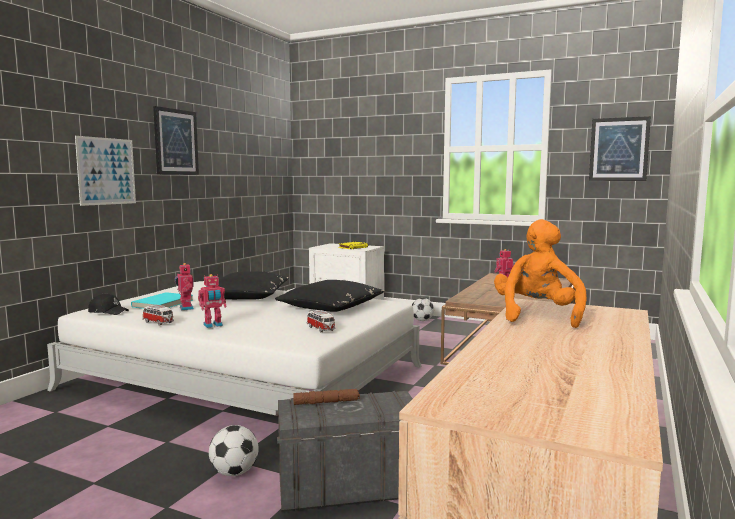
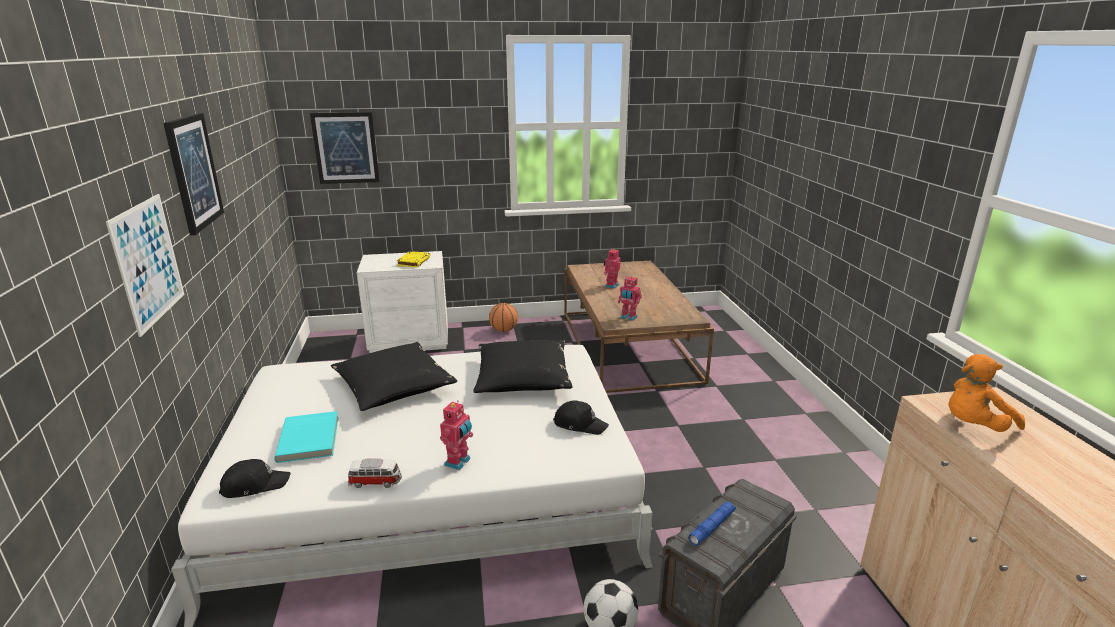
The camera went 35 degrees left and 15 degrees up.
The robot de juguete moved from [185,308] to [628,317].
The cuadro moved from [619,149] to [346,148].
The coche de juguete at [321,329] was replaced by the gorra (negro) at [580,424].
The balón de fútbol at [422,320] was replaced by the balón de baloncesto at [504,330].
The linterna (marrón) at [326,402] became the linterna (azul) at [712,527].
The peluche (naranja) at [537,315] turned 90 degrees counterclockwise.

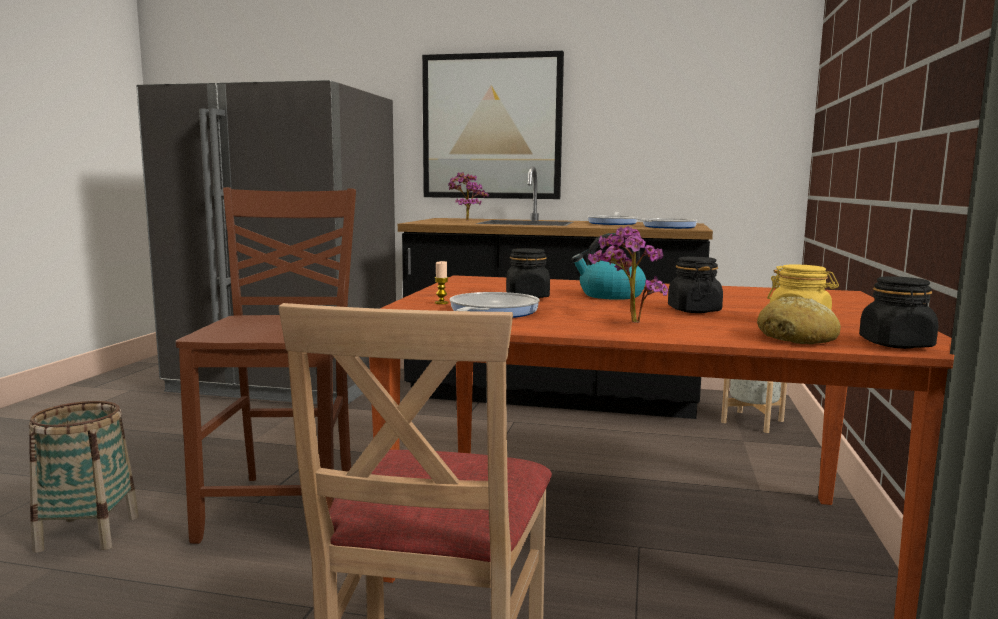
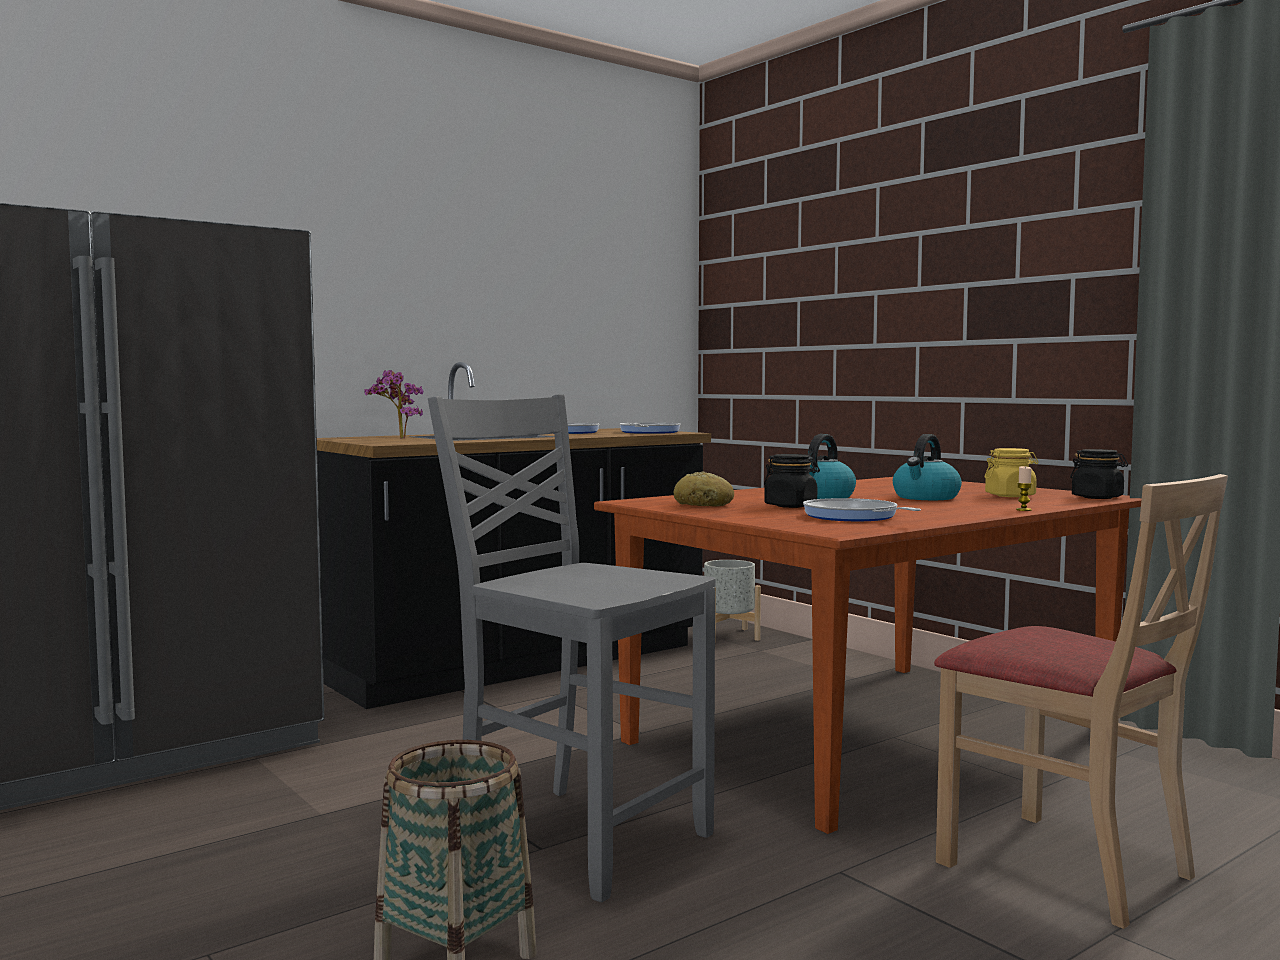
The camera went 50 degrees left and 5 degrees down.
The cuadro at [492,127] disappeared.
The planta en maceta at [627,322] disappeared.
The vela moved from [441,303] to [1023,510].
The pan moved from [797,339] to [704,505].
The tarro (negro) at [693,310] was replaced by the hervidor at [926,497].
The silla (marrón) at [285,505] became the silla (gris) at [578,836].

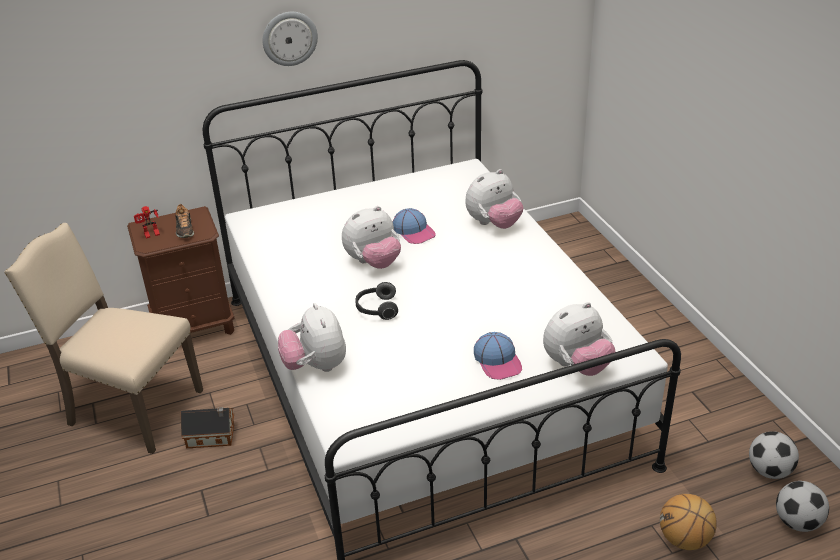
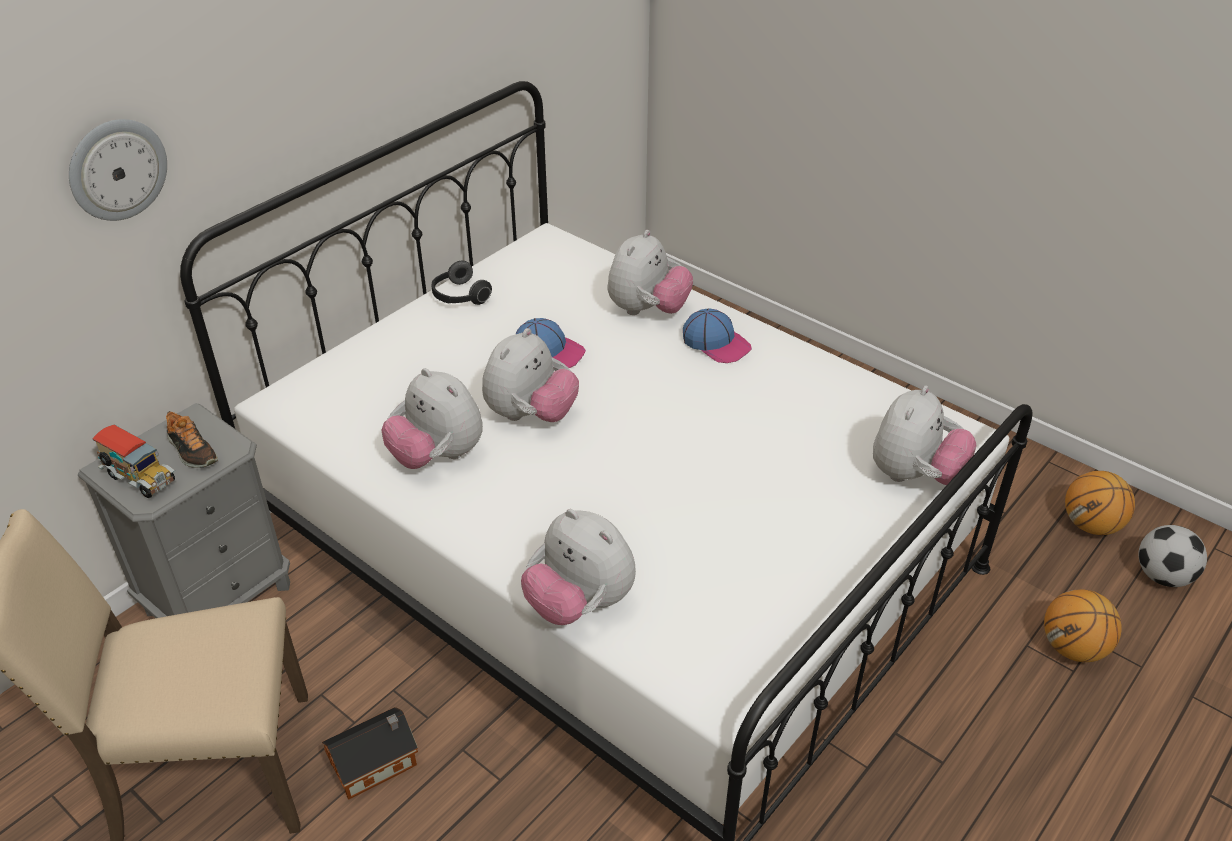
The camera went 30 degrees left and 5 degrees up.
The peluche at [437,456] appeared.
The reloj de pared moved from [289,38] to [117,169].
The auriculares moved from [377,309] to [459,297].
The gorra moved from [498,361] to [716,343].
The robot de juguete at [151,235] was replaced by the camión de juguete at [140,479].
The balón de fútbol at [769,471] was replaced by the balón de baloncesto at [1091,525].
The mesita de noche (marrón) at [194,326] became the mesita de noche (gris) at [219,597].

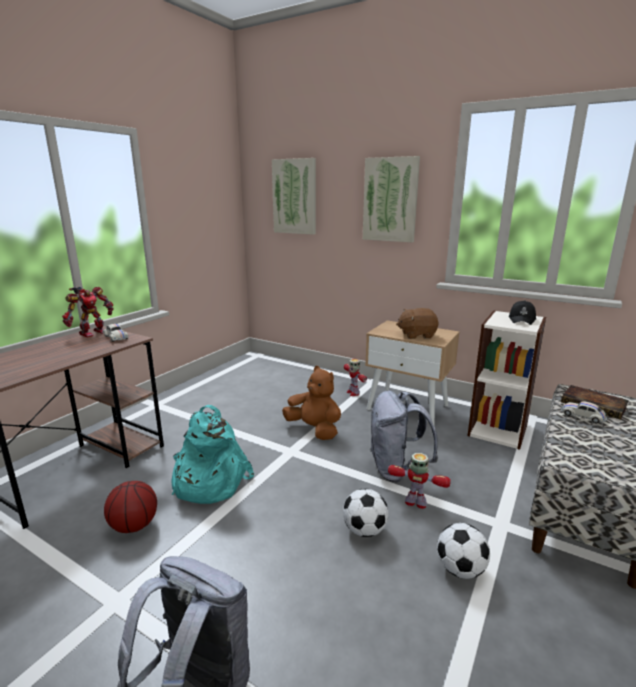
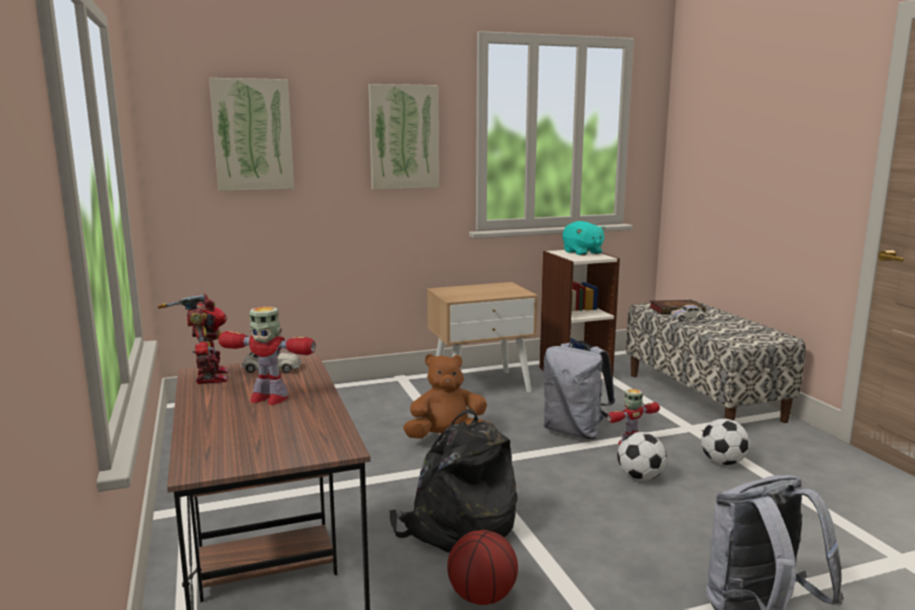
The camera went 50 degrees left and 5 degrees down.
The peluche (marrón) at [416,335] disappeared.
The robot de juguete moved from [353,393] to [268,398].
The gorra (negro) at [522,319] was replaced by the peluche (turquesa) at [582,252].
The mochila (turquesa) at [208,481] became the mochila (negro) at [456,526].

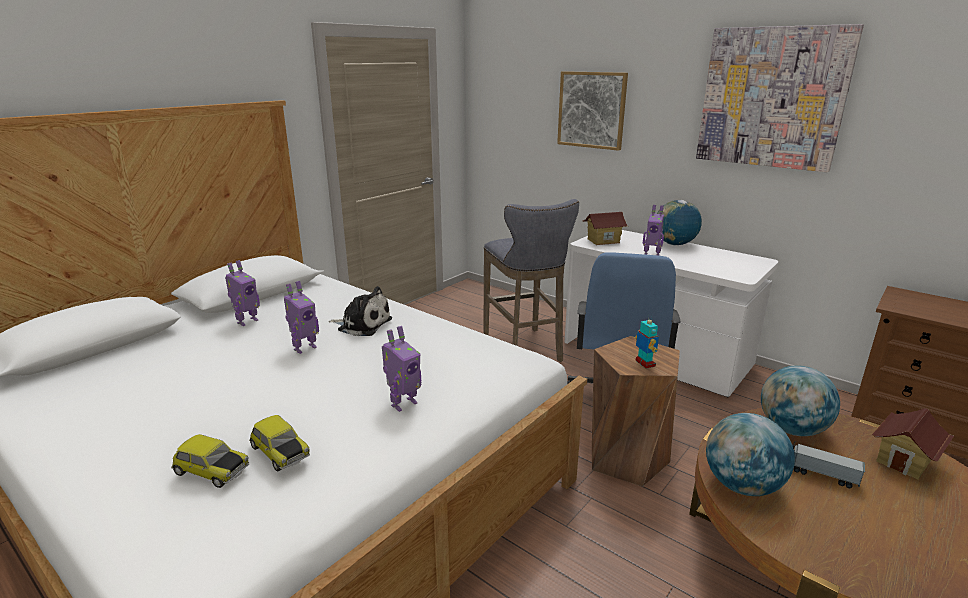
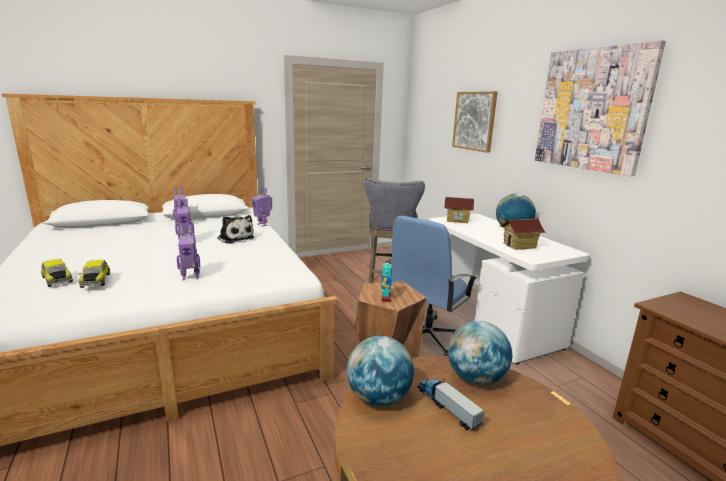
The camera went 25 degrees right and 5 degrees down.
The robot de juguete moved from [651,254] to [263,224].
The casita moved from [904,461] to [519,246].

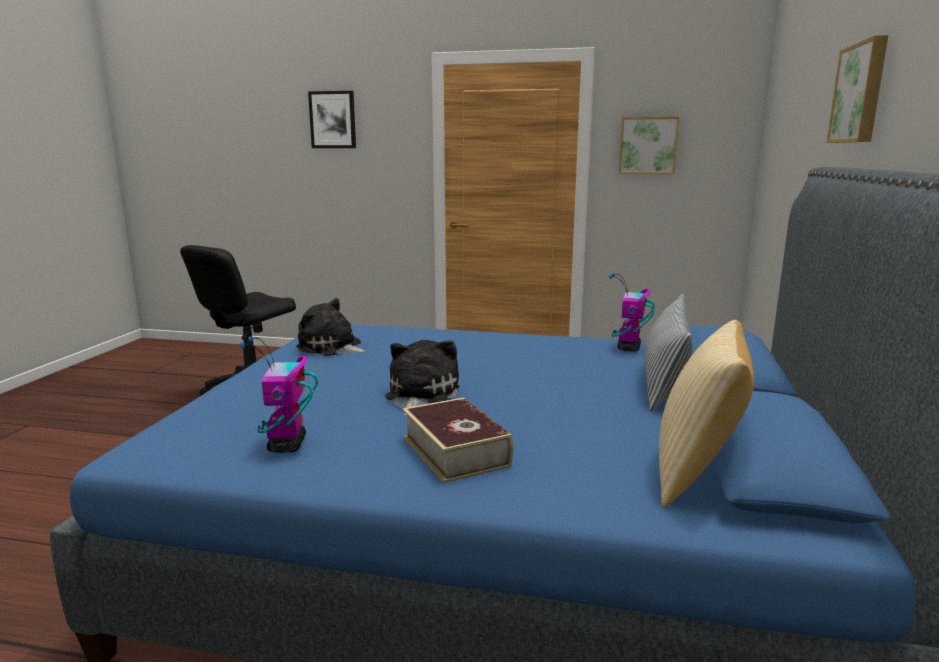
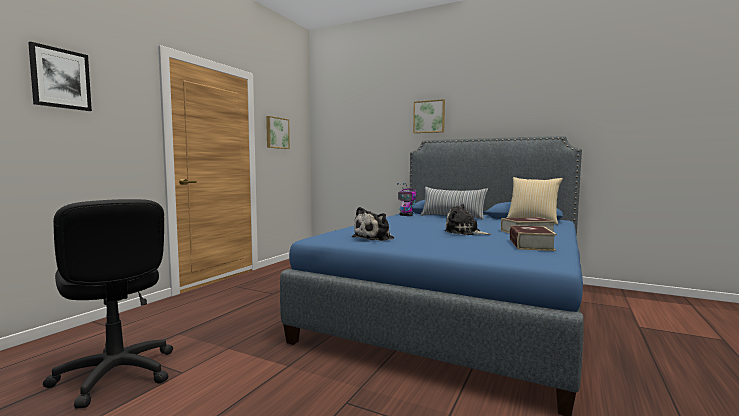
The camera went 75 degrees left and 10 degrees down.
The robot de juguete at [287,445] was replaced by the libro at [531,245].

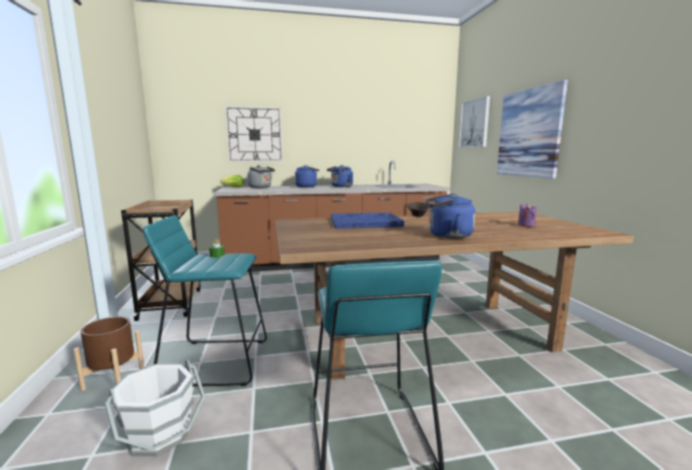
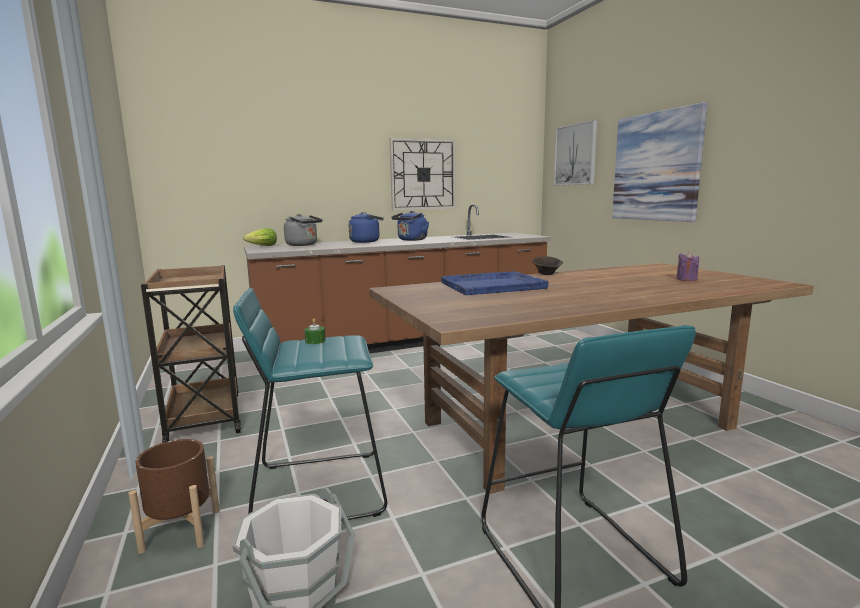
The camera went 10 degrees left and 0 degrees up.
The hervidor (azul) at [447,236] disappeared.
The reloj de pared moved from [254,134] to [423,174].

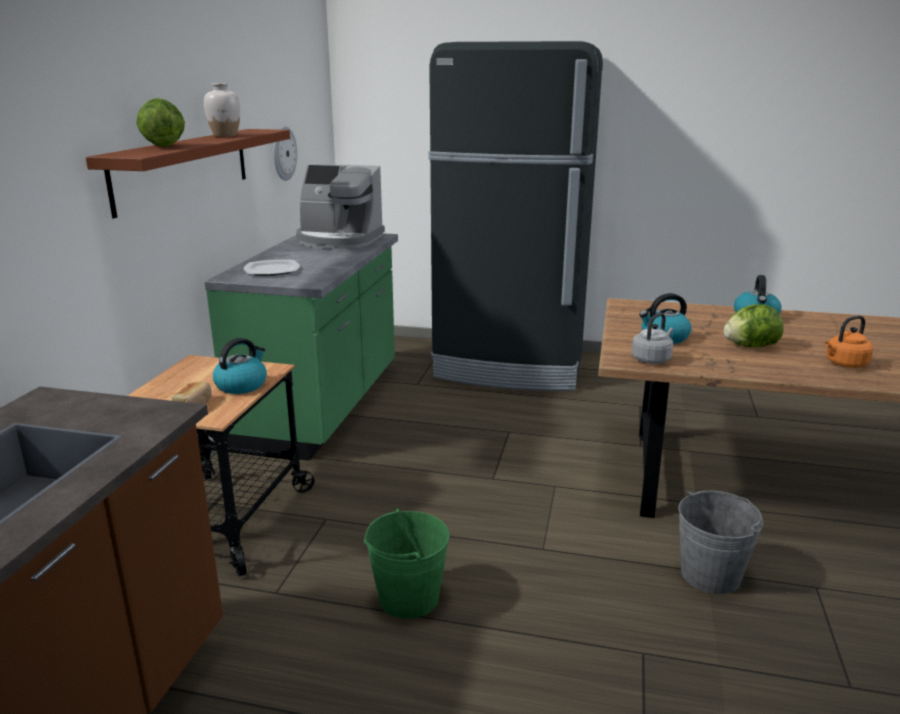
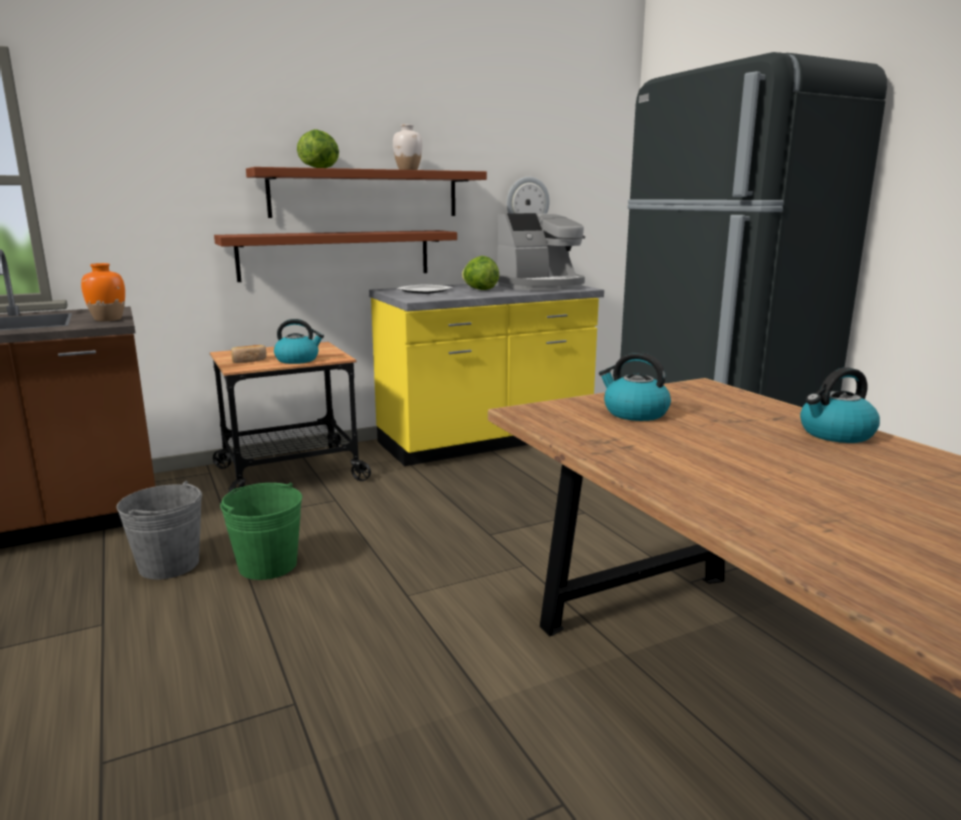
The camera went 50 degrees right and 5 degrees down.
The hervidor (gris) at [652,359] disappeared.
The hervidor (naranja) at [844,364] disappeared.
The florero (naranja) at [108,319] appeared.
The estante (marrón) at [336,255] appeared.
The cubo (gris) moved from [710,575] to [169,565].
The lechuga moved from [750,346] to [480,289].
The mueble bajo de cocina (verde) at [323,408] became the mueble bajo de cocina (amarillo) at [486,441].
The cafetera at [339,240] turned 90 degrees counterclockwise.

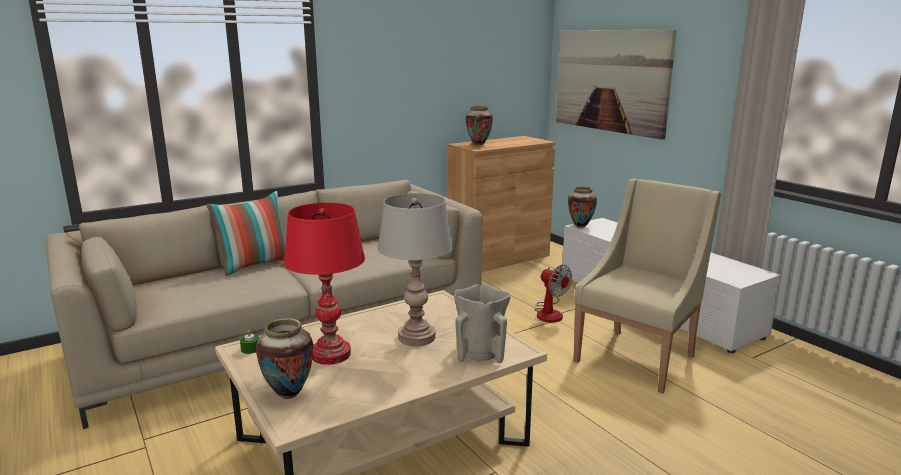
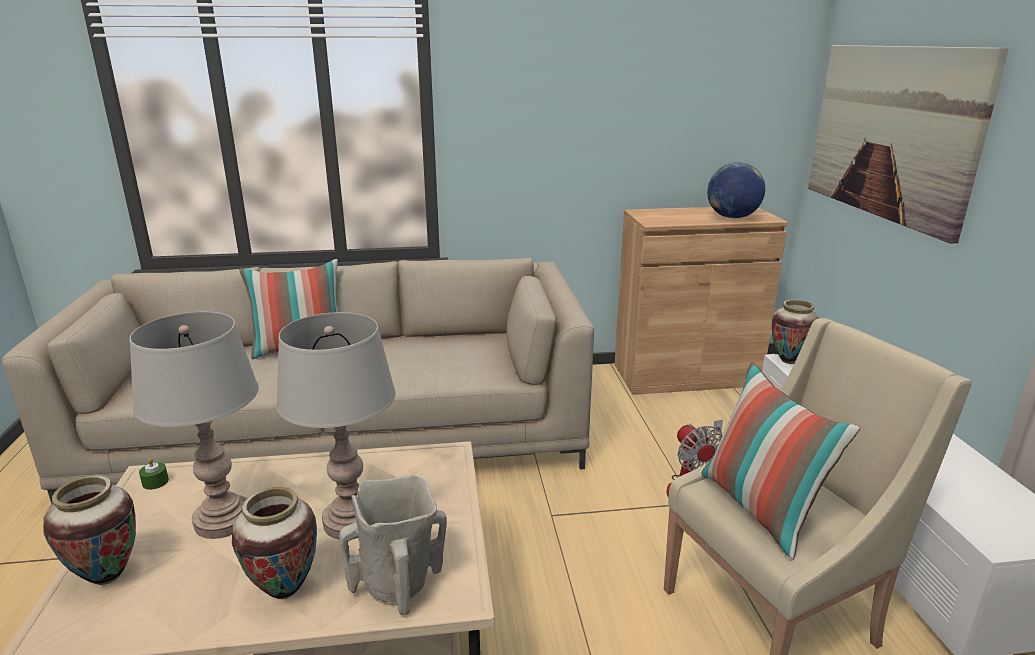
The camera went 25 degrees right and 5 degrees up.
The cojín at [761,509] appeared.
The globo terráqueo at [732,217] appeared.
The florero moved from [479,144] to [285,590].
The lámpara de mesa (rojo) at [331,355] became the lámpara de mesa (gris) at [223,520].

